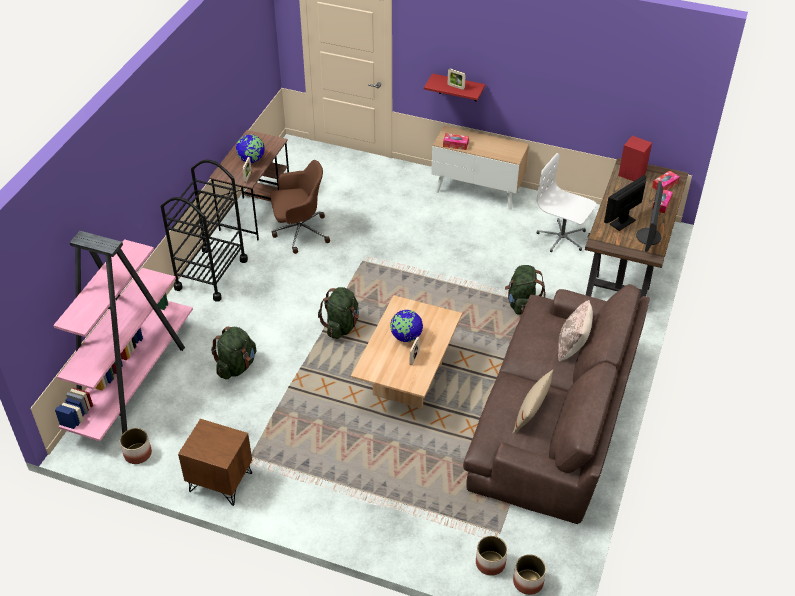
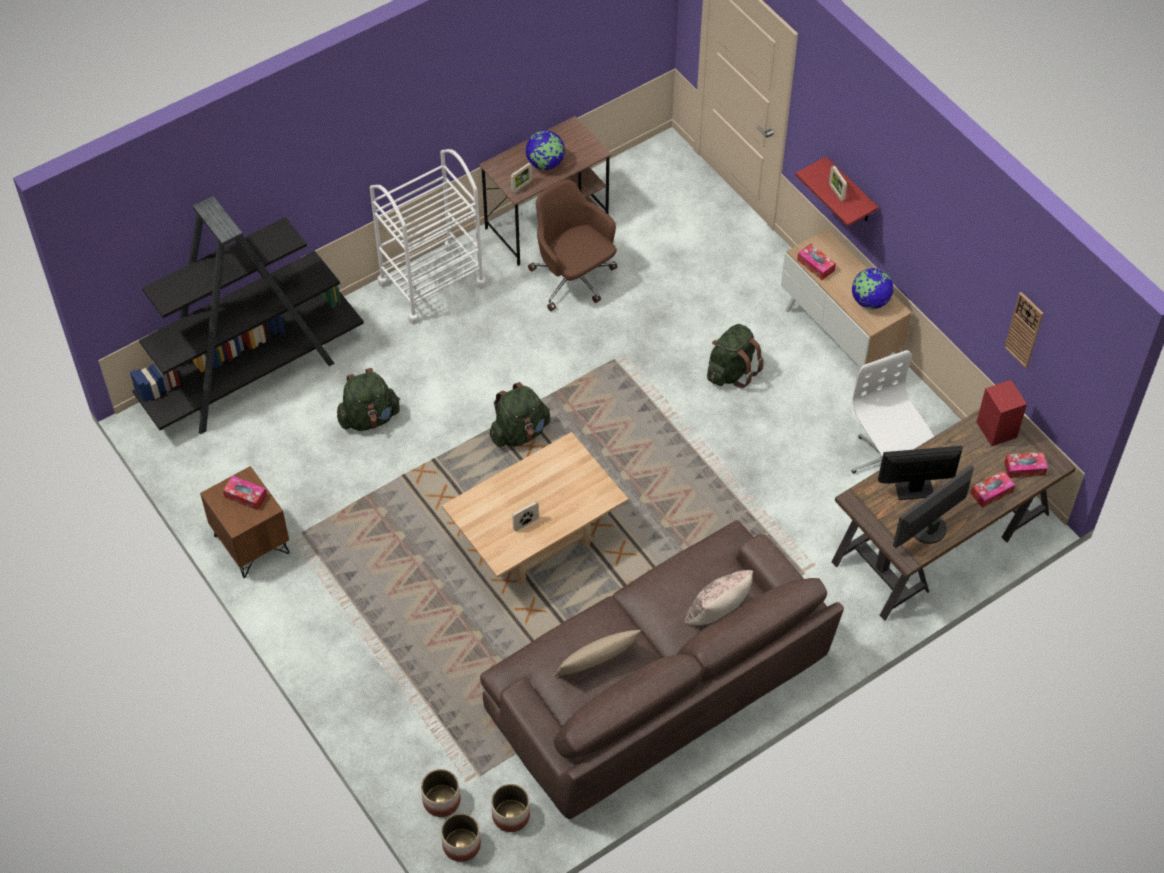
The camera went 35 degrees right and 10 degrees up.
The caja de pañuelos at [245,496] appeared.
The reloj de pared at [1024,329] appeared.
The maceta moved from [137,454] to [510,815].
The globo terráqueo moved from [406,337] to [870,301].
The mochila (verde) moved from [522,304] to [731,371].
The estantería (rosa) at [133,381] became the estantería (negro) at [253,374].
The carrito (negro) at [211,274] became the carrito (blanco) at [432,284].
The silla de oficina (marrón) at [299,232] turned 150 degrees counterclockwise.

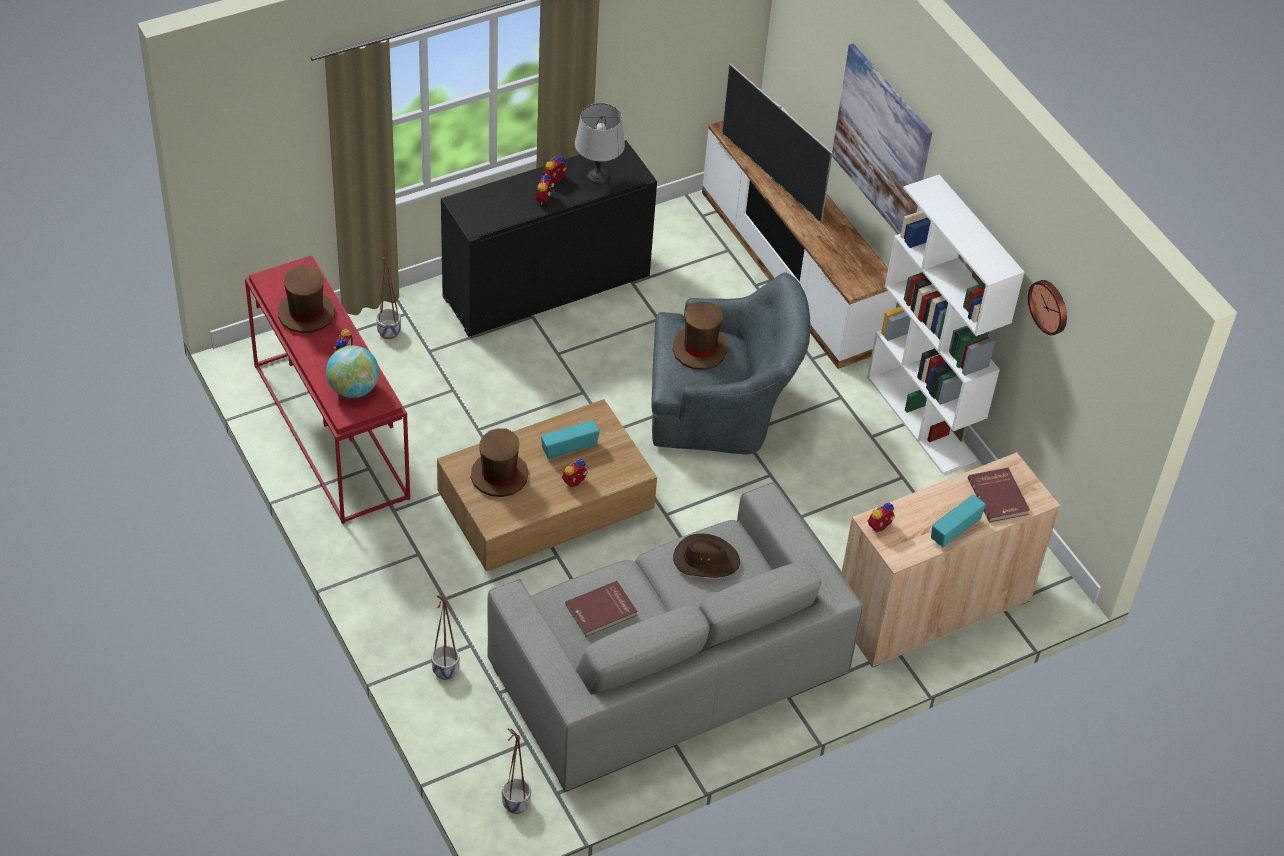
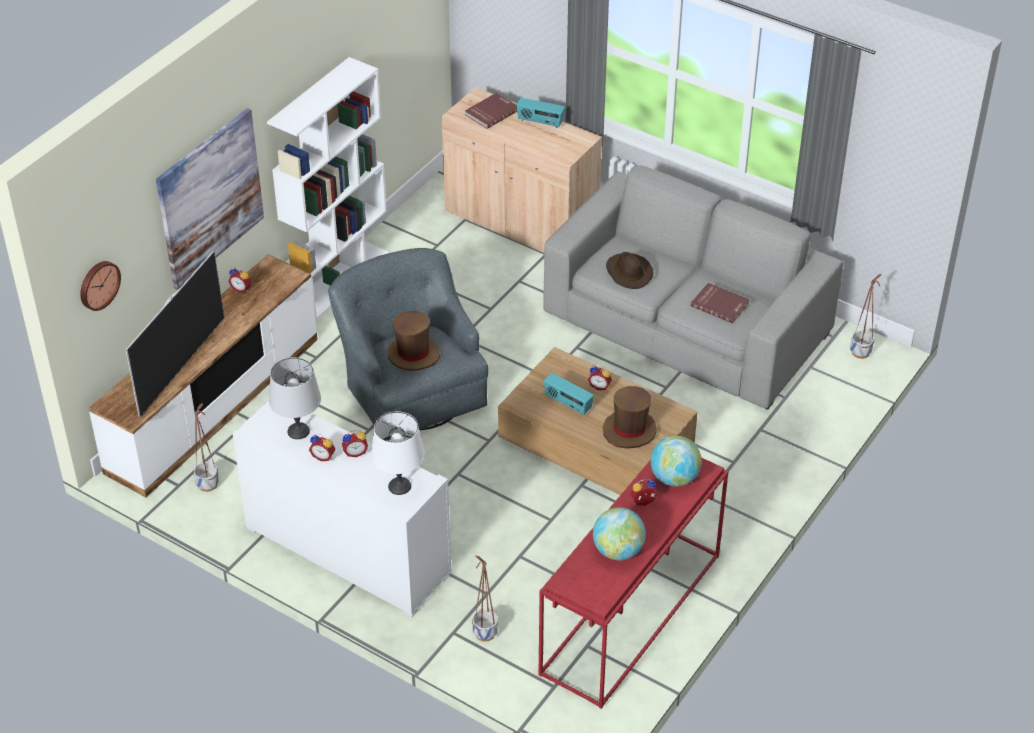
The camera went 115 degrees left and 5 degrees down.
The lámpara de mesa (blanco) at [400,486] appeared.
The maceta moved from [445,670] to [208,484].
The despertador moved from [880,528] to [241,288].
The reloj de pared moved from [1050,306] to [98,284].
The sombrero (marrón) at [306,314] was replaced by the globo terráqueo at [618,551].
The armario (negro) at [546,287] became the armario (blanco) at [347,550].

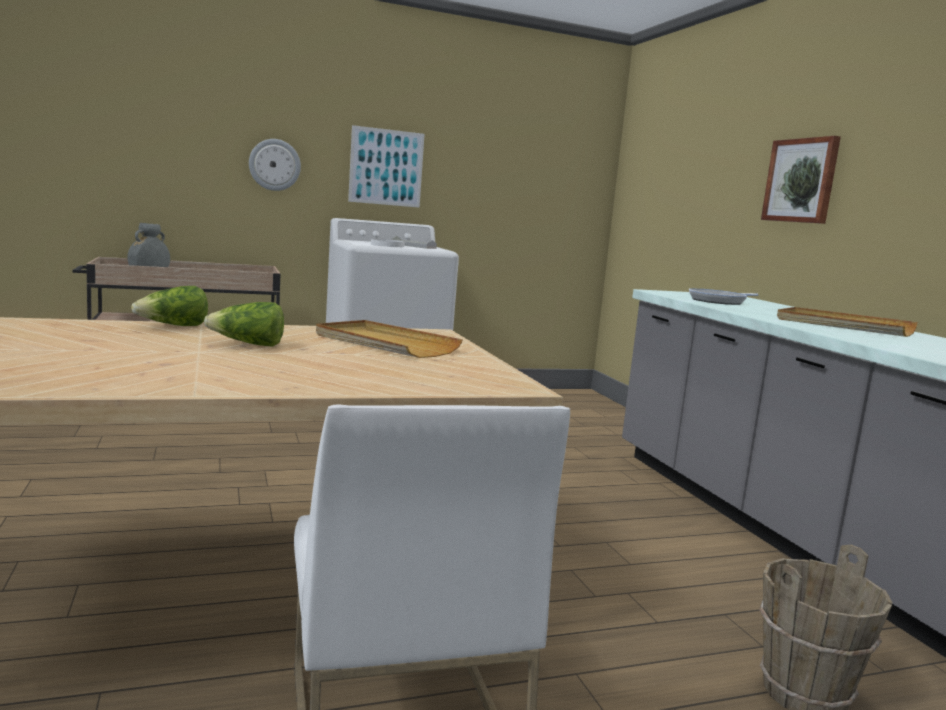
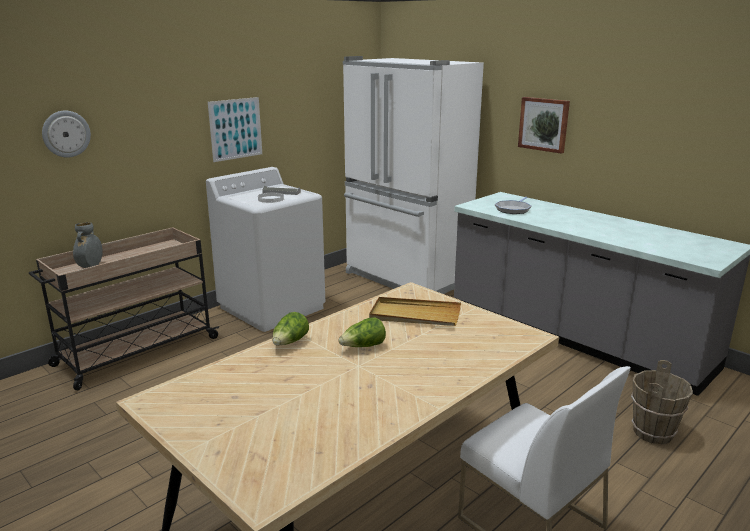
The camera went 25 degrees left and 10 degrees up.
The bandeja (beis) at [843,326] disappeared.
The nevera (blanco) at [405,278] appeared.
The reloj de pared moved from [274,165] to [66,134].

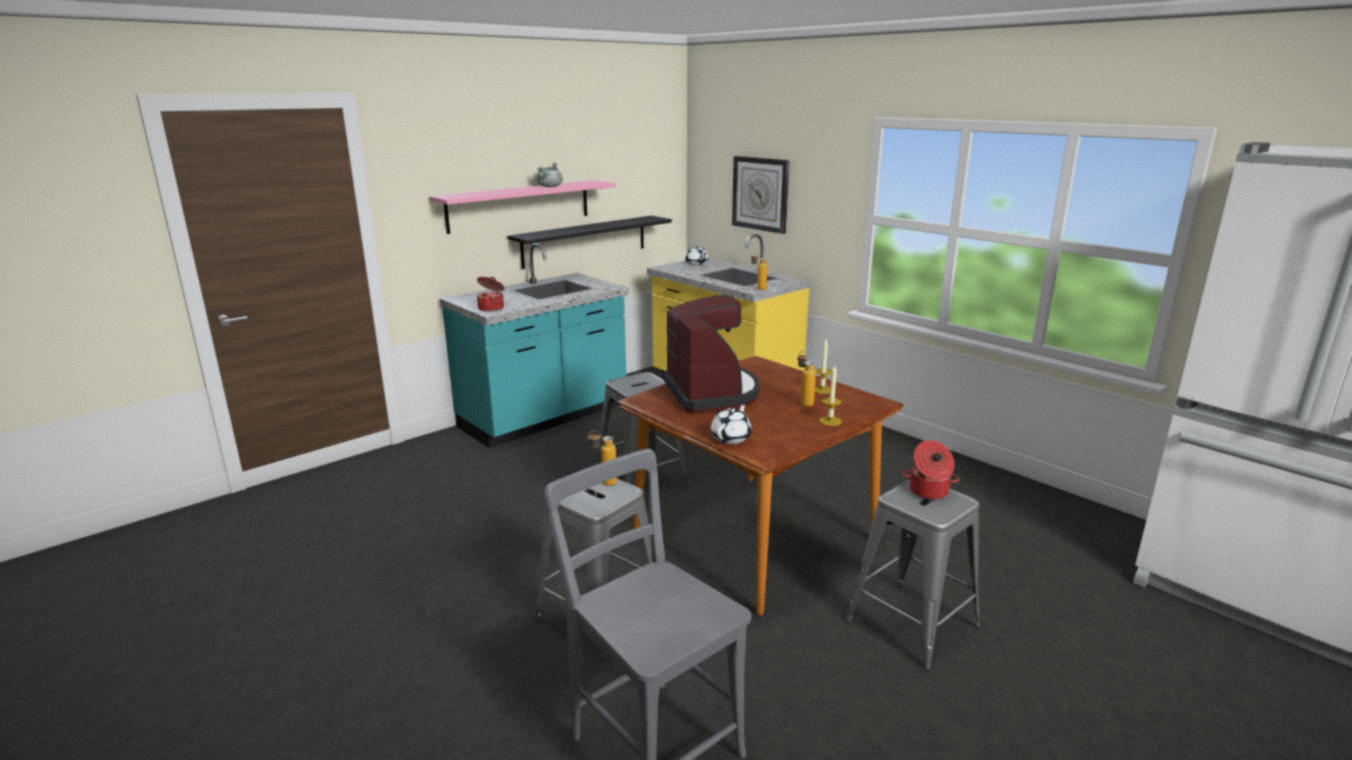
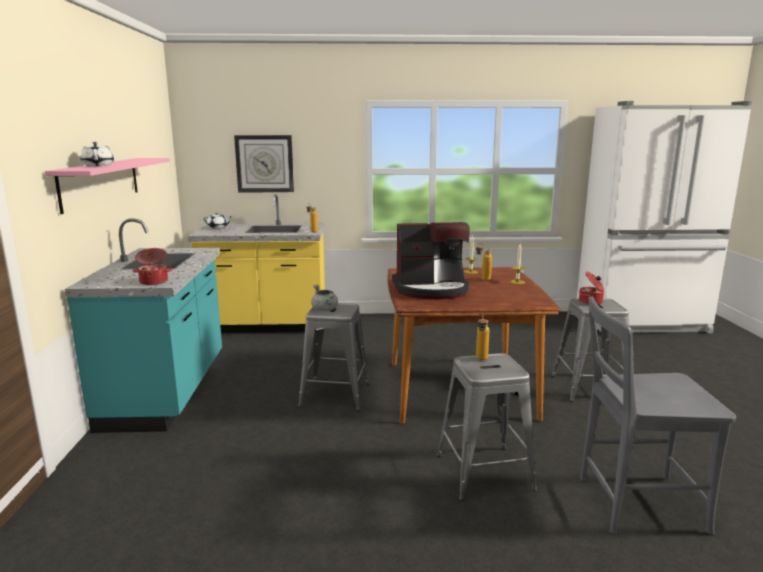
The camera went 50 degrees left and 5 degrees down.
The estante (negro) at [585,241] disappeared.
The olla (gris) moved from [550,187] to [325,310].
The tetera (blanco) moved from [731,438] to [98,165].
The cafetera at [711,393] turned 150 degrees clockwise.

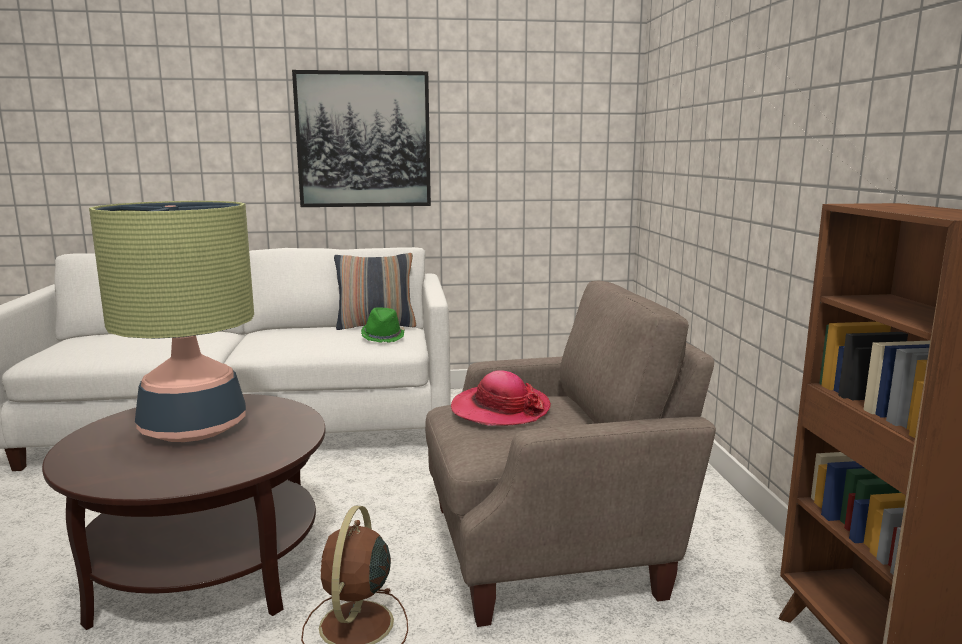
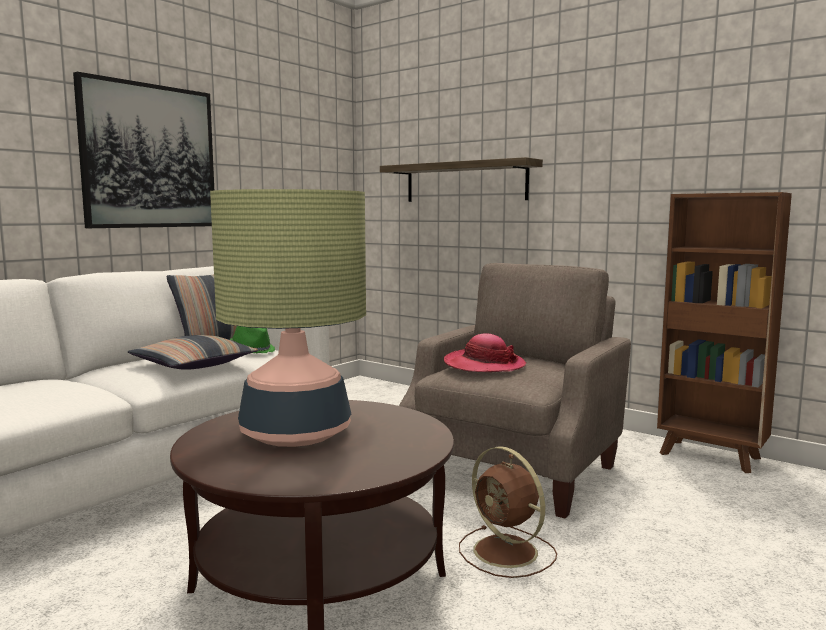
The camera went 45 degrees left and 5 degrees down.
The cojín at [193,365] appeared.
The estante at [465,182] appeared.

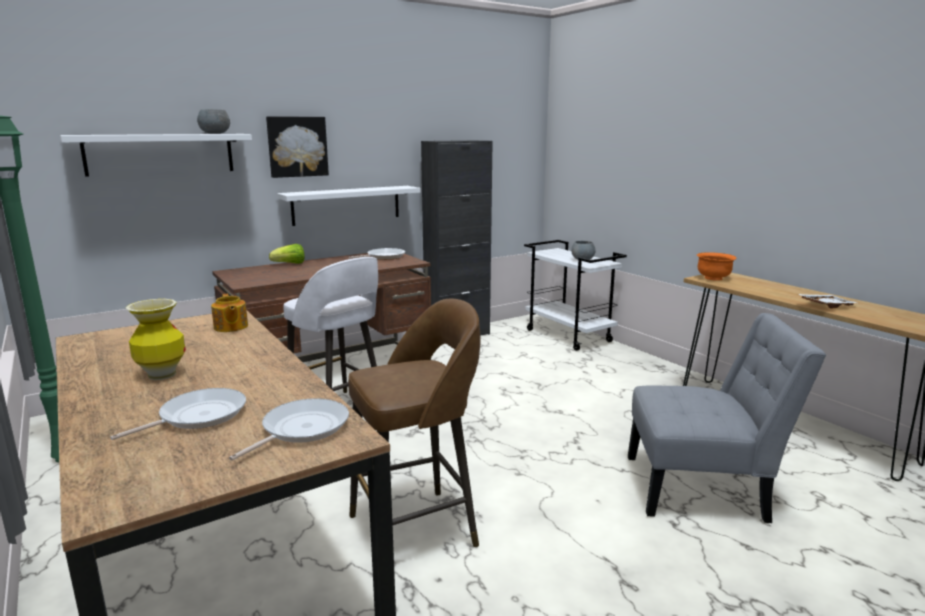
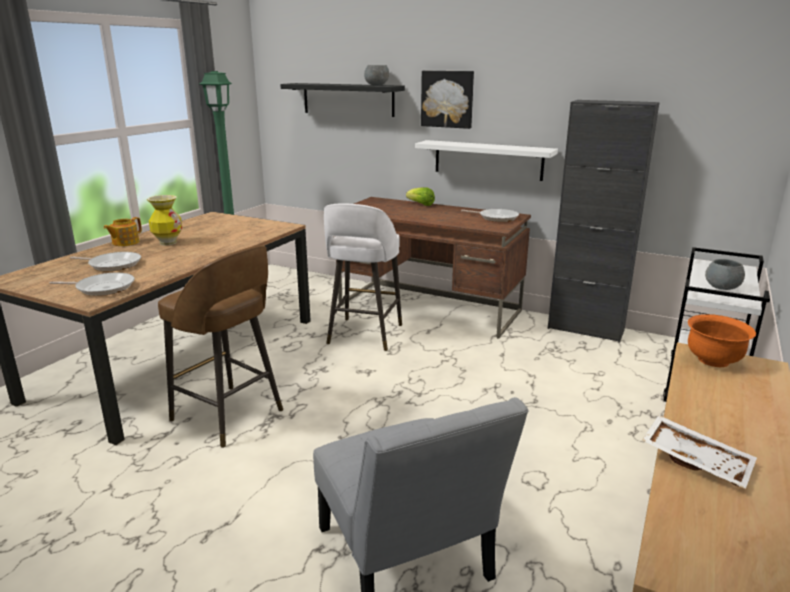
The camera went 60 degrees right and 5 degrees up.
The tetera moved from [230,327] to [125,242].
The estante (blanco) at [160,154] became the estante (negro) at [348,99].

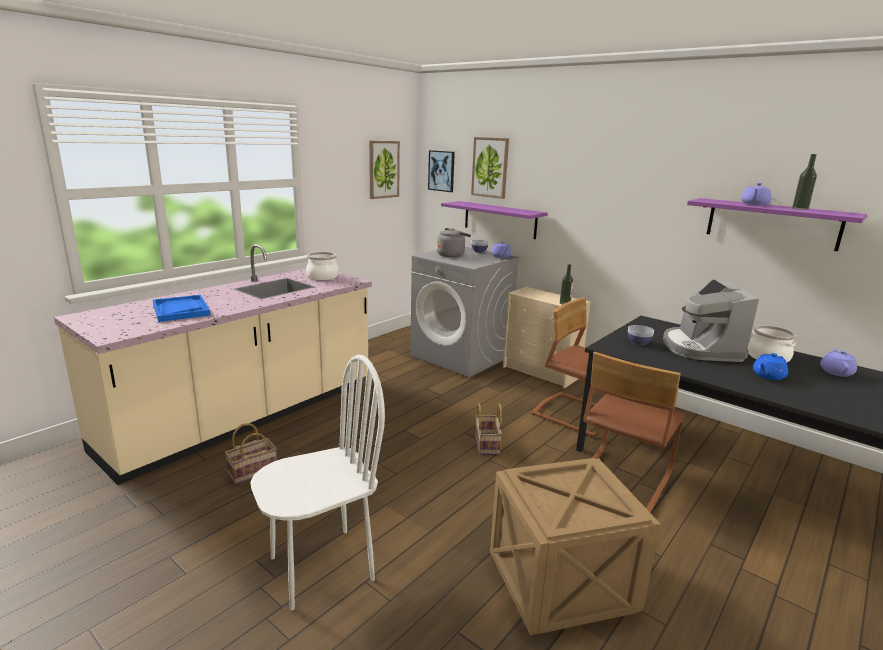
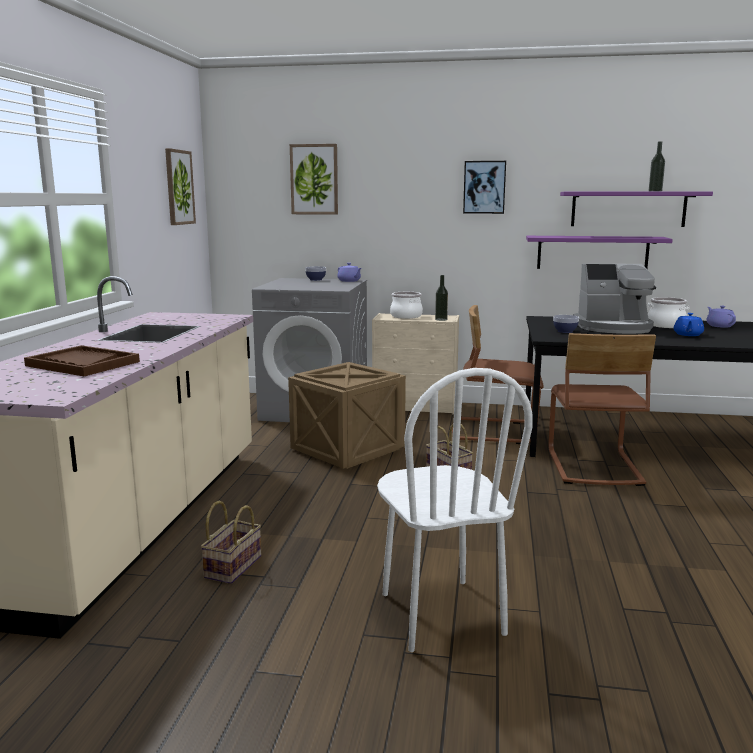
The camera went 30 degrees left and 5 degrees down.
The hervidor (gris) at [452,255] disappeared.
The tetera (morado) at [754,204] disappeared.
The olla moved from [323,277] to [406,316].
The cuadro moved from [441,171] to [484,187].
The estante (morado) moved from [500,219] to [592,252].
The caja de embalaje moved from [563,581] to [349,449].
The bandeja (azul) at [181,310] became the bandeja (marrón) at [82,364].
The silla (blanco) at [321,567] turned 135 degrees clockwise.
The cafetera at [700,348] turned 60 degrees counterclockwise.

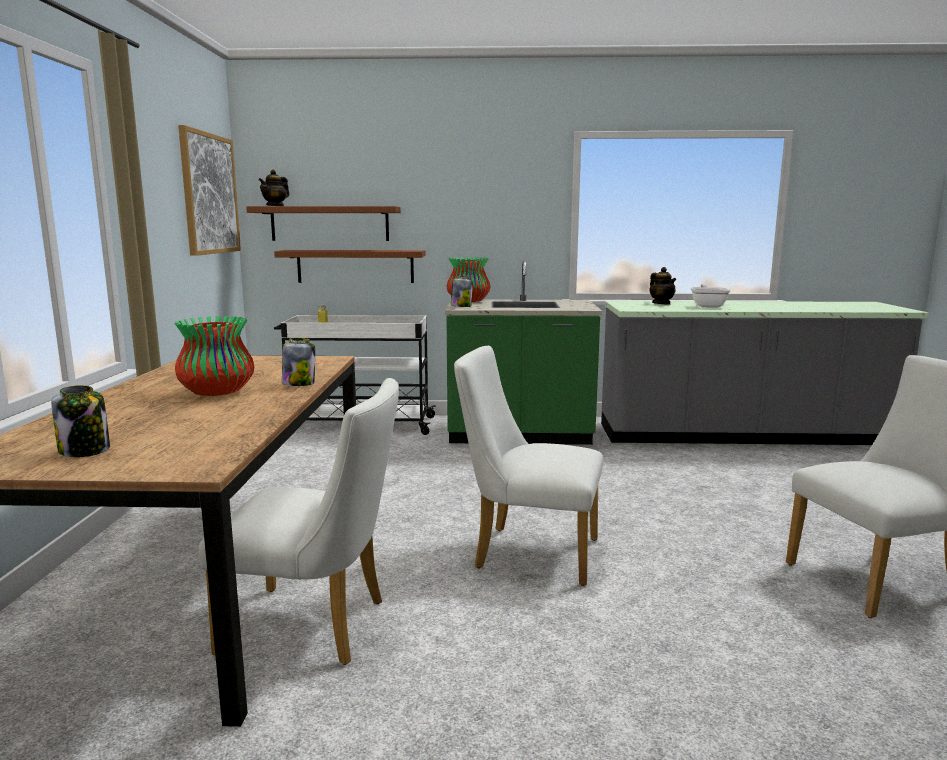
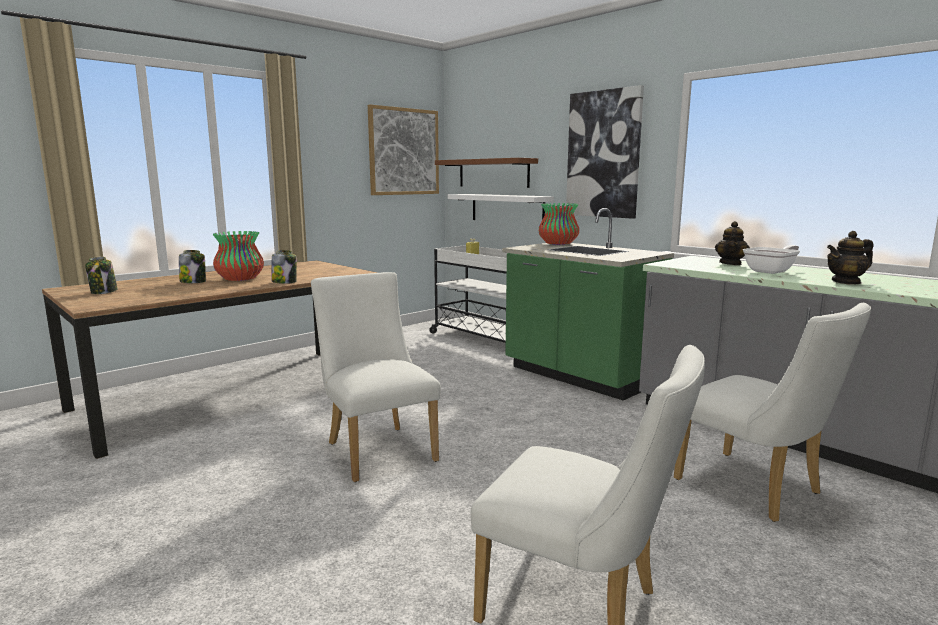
The camera went 45 degrees right and 0 degrees up.
The cuadro at [603,154] appeared.
The silla (blanco) moved from [316,627] to [756,490].
The tetera moved from [275,206] to [846,282].
The tarro moved from [461,306] to [193,282].
The estante (marrón) at [355,266] became the estante (blanco) at [507,208].

